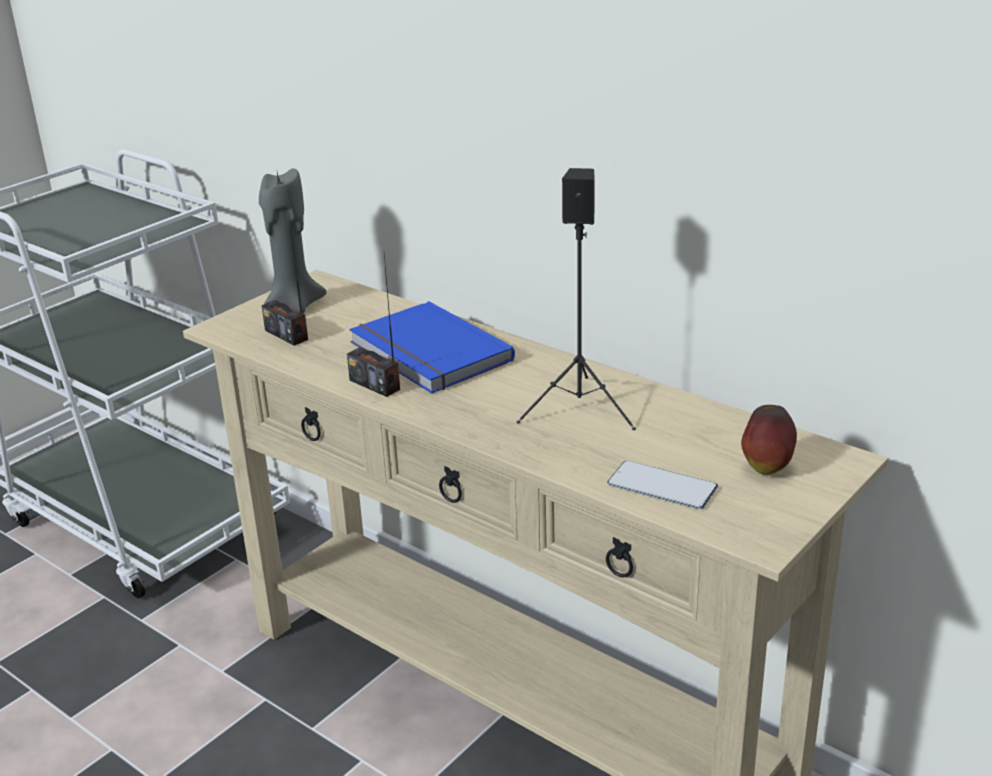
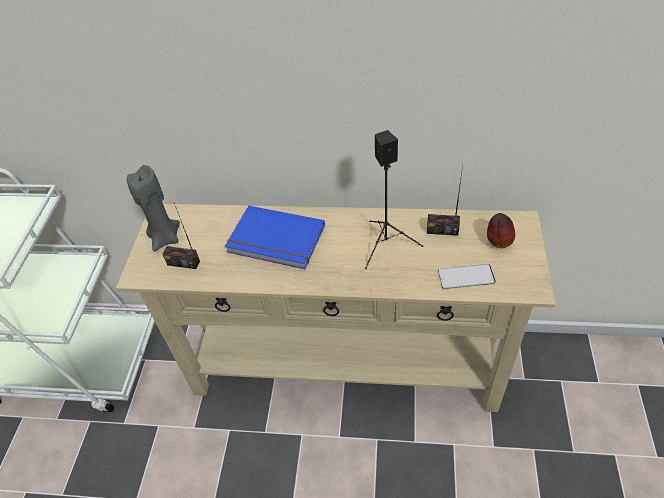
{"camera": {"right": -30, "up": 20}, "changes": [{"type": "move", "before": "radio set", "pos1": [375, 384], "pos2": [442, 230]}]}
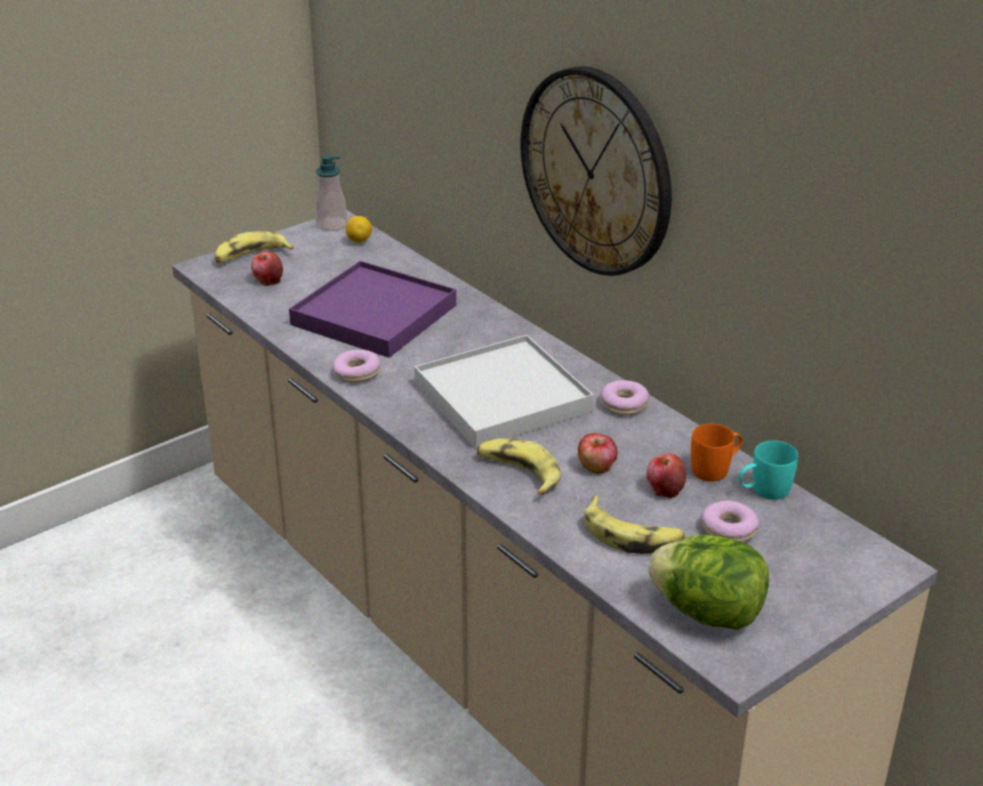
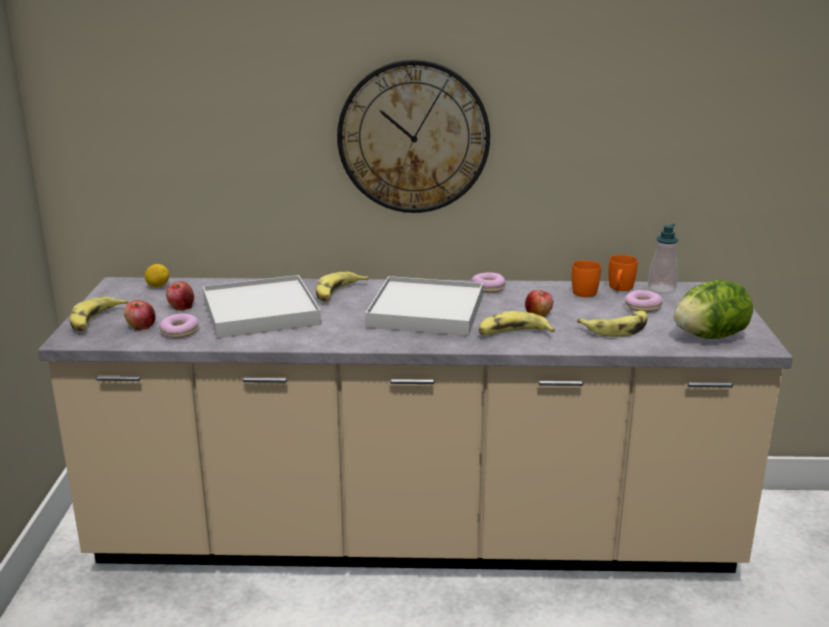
{"camera": {"right": -50, "up": -10}, "changes": [{"type": "recolor", "before": "serving tray (purplish)", "after": "serving tray (whitish)", "pos1": [374, 315], "pos2": [260, 312]}, {"type": "move", "before": "liquid soap bottle", "pos1": [331, 225], "pos2": [661, 288]}, {"type": "move", "before": "donut", "pos1": [357, 373], "pos2": [179, 332]}, {"type": "move", "before": "whole apple", "pos1": [664, 489], "pos2": [181, 306]}, {"type": "recolor", "before": "tea mug (turquoise-coloured)", "after": "tea mug (orange-coloured)", "pos1": [763, 491], "pos2": [620, 289]}, {"type": "insert", "after": "banana fruit", "pos2": [338, 293]}]}
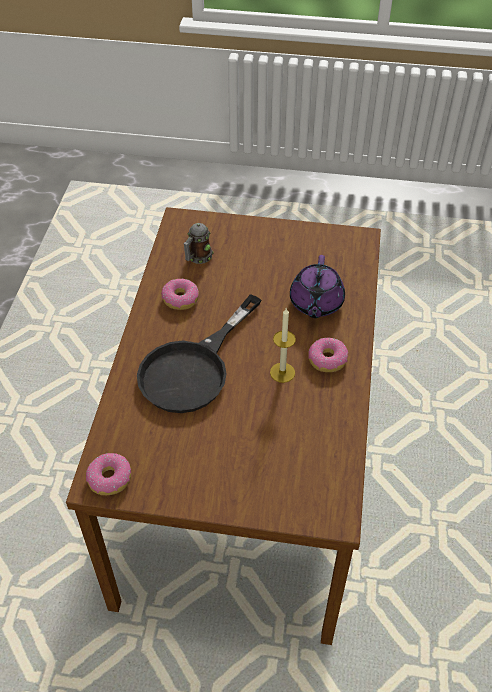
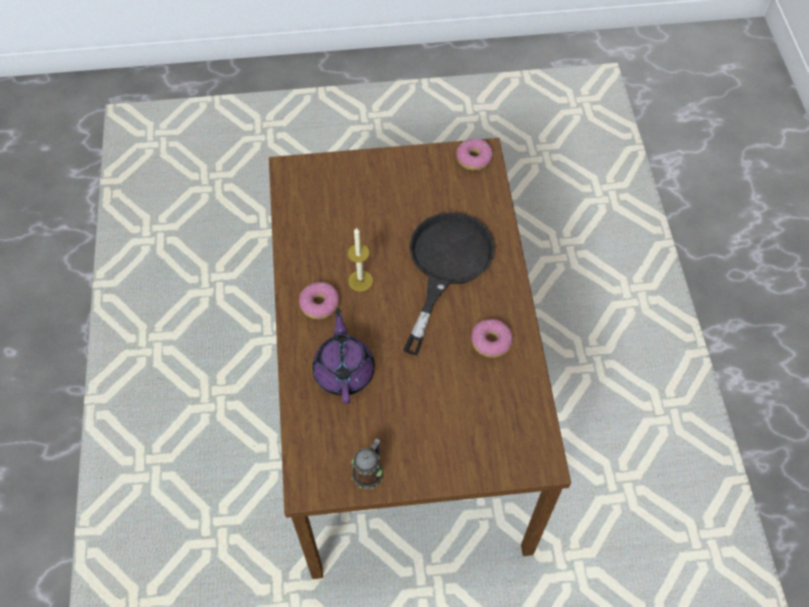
{"camera": {"right": 165, "up": 10}, "changes": [{"type": "move", "before": "tea mug", "pos1": [197, 257], "pos2": [369, 471]}]}
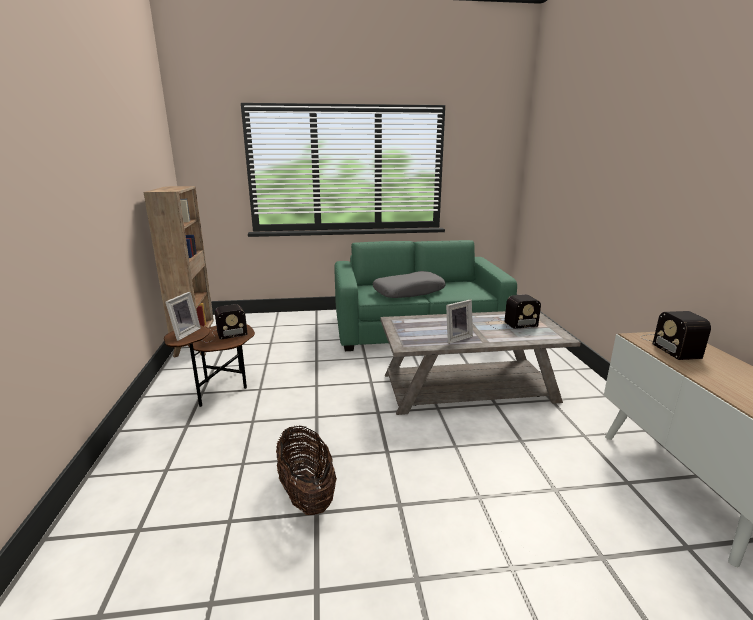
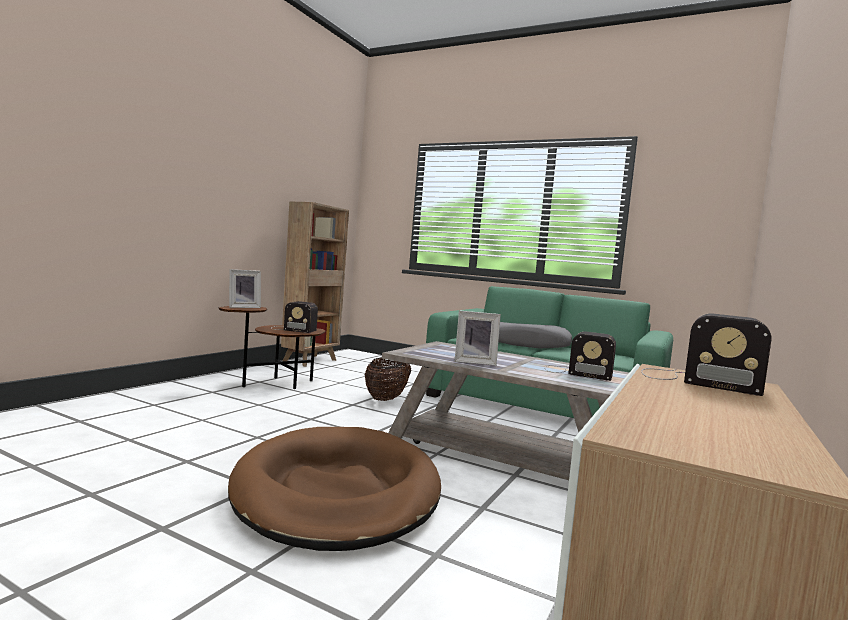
{"camera": {"right": 35, "up": -15}, "changes": [{"type": "move", "before": "household basket", "pos1": [307, 493], "pos2": [386, 398]}, {"type": "rotate", "before": "radio set", "pos1": [669, 345], "pos2": [694, 380], "turn": -90}, {"type": "insert", "after": "dog cushion (brown)", "pos2": [337, 492]}]}
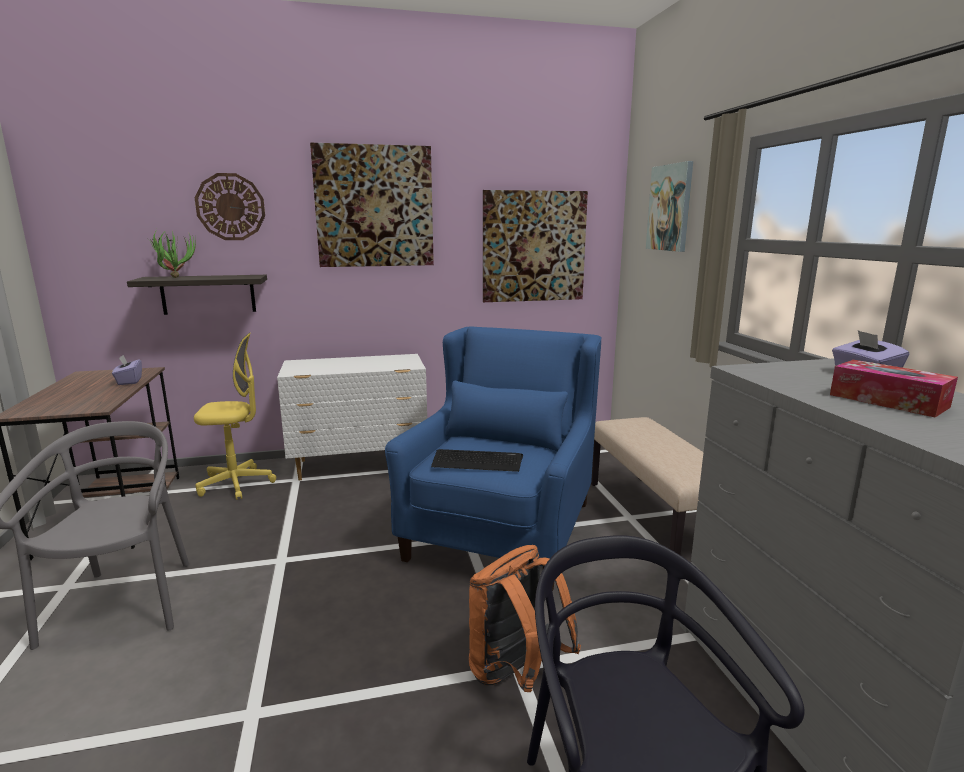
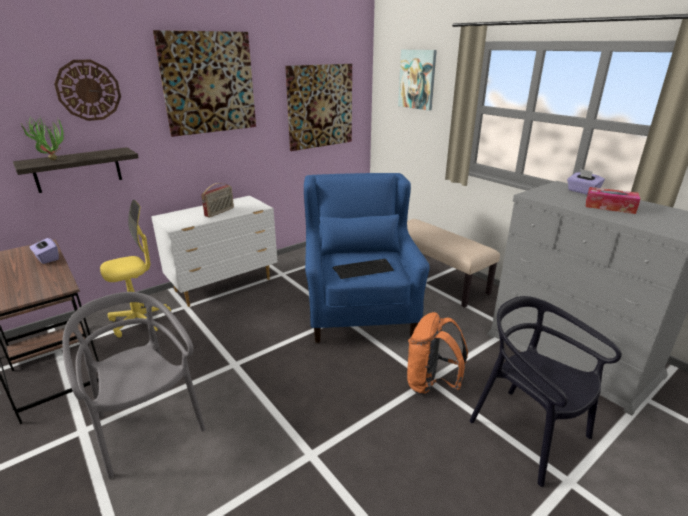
{"camera": {"right": -25, "up": 10}, "changes": [{"type": "insert", "after": "radio set", "pos2": [220, 212]}]}
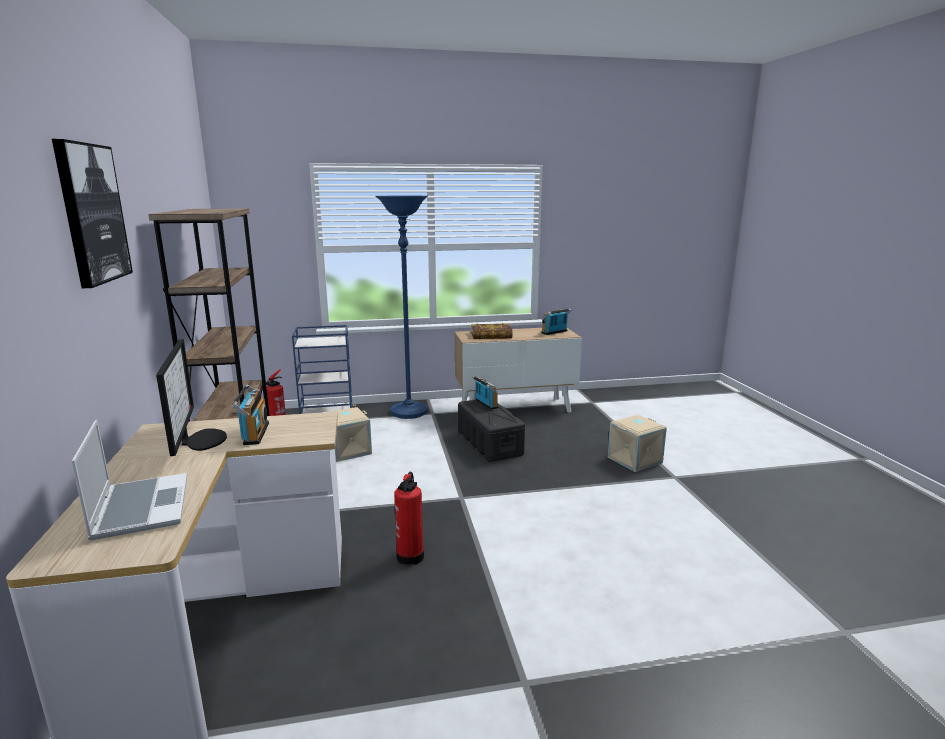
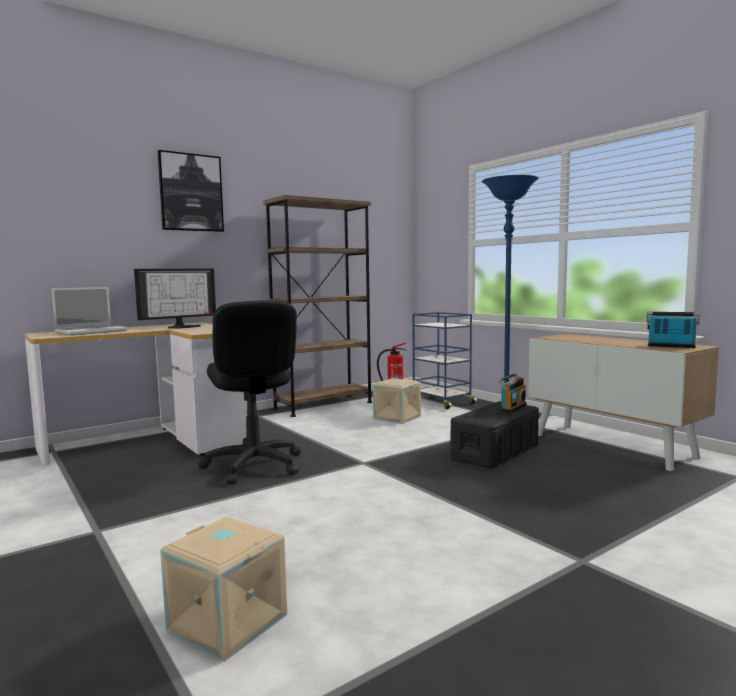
{"camera": {"right": 65, "up": -10}, "changes": [{"type": "delete", "before": "radio set", "pos1": [253, 434]}, {"type": "replace", "before": "fire-fighting cylinder", "after": "computer chair (black-coloured)", "pos1": [411, 555], "pos2": [254, 466]}, {"type": "delete", "before": "book", "pos1": [491, 335]}, {"type": "move", "before": "storage container (beige)", "pos1": [635, 460], "pos2": [225, 623]}]}
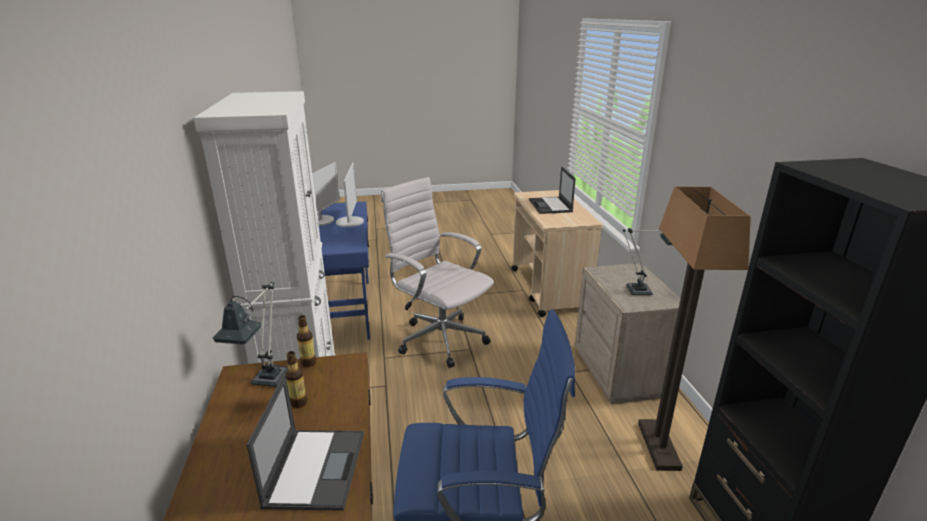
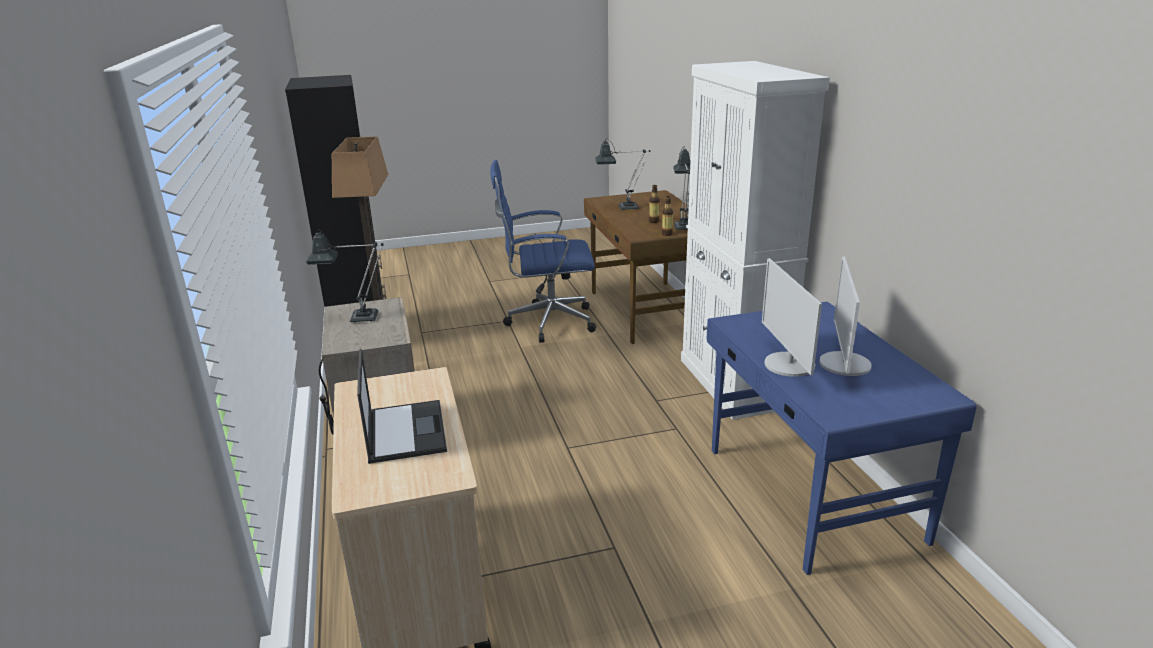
{"camera": {"right": 175, "up": 0}, "changes": [{"type": "replace", "before": "notebook computer", "after": "tabletop lamp", "pos1": [315, 467], "pos2": [622, 208]}, {"type": "delete", "before": "computer chair (whitish)", "pos1": [439, 338]}]}
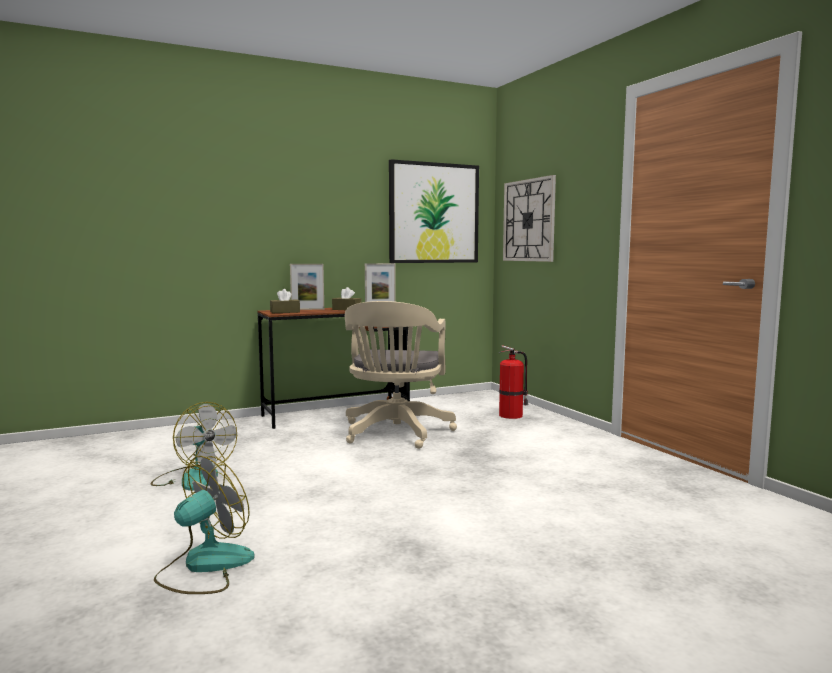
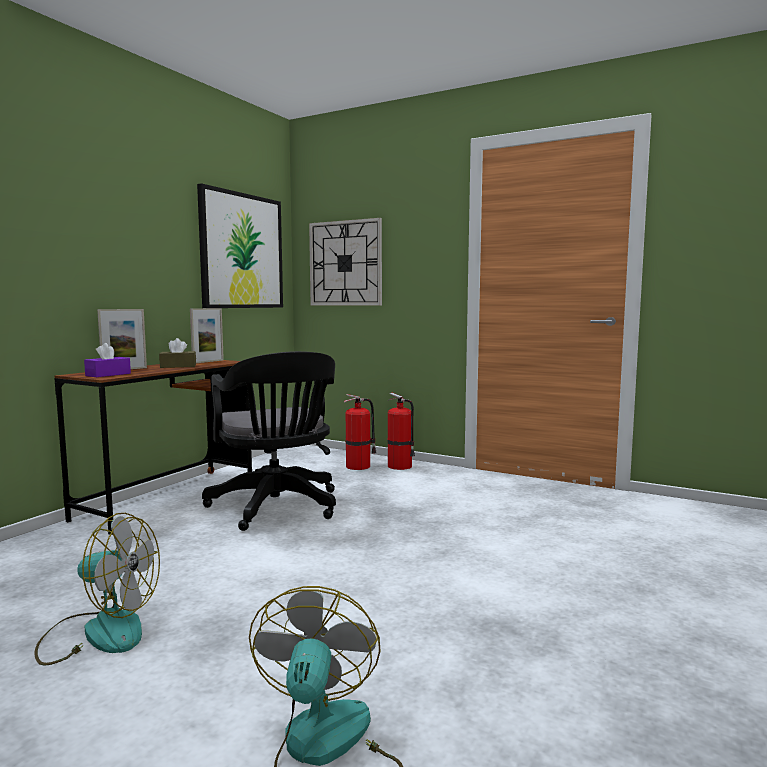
{"camera": {"right": -35, "up": 0}, "changes": [{"type": "recolor", "before": "tissue holder (brown)", "after": "tissue holder (purplish)", "pos1": [285, 312], "pos2": [108, 374]}, {"type": "recolor", "before": "computer chair (beige)", "after": "computer chair (black-coloured)", "pos1": [395, 434], "pos2": [277, 508]}, {"type": "insert", "after": "fire-fighting cylinder", "pos2": [401, 466]}]}
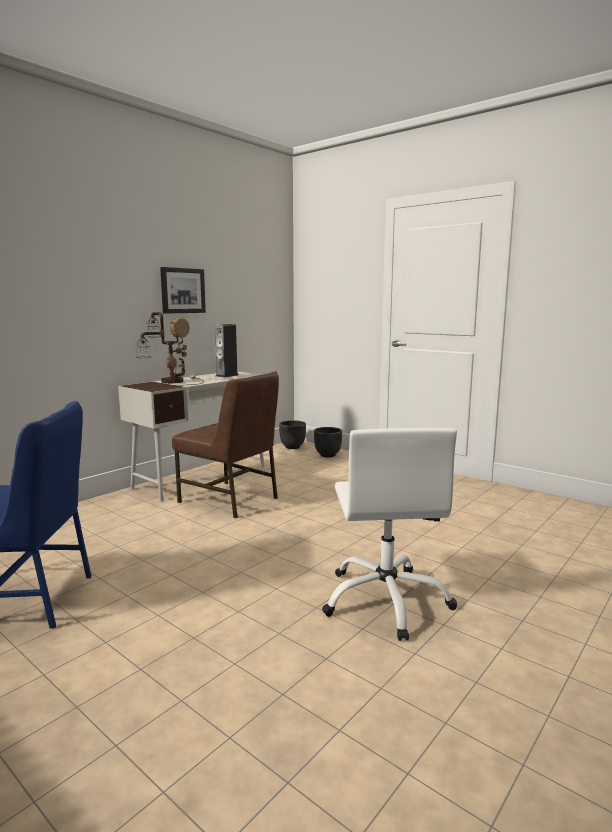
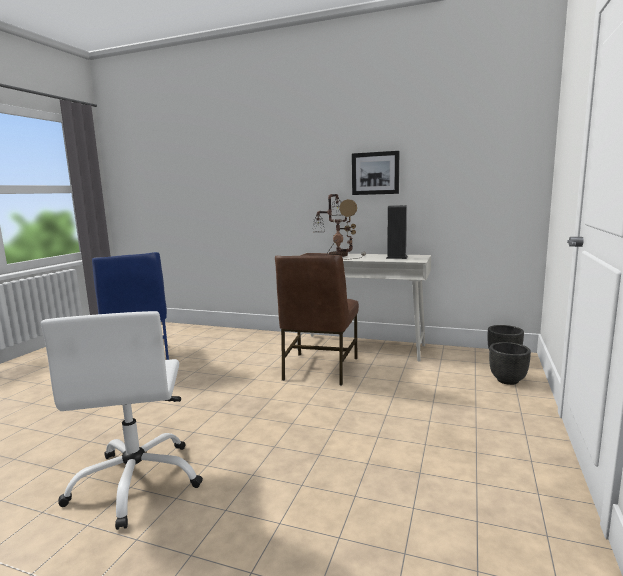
{"camera": {"right": 70, "up": 0}, "changes": [{"type": "rotate", "before": "computer chair (whitish)", "pos1": [386, 600], "pos2": [137, 482], "turn": -75}]}
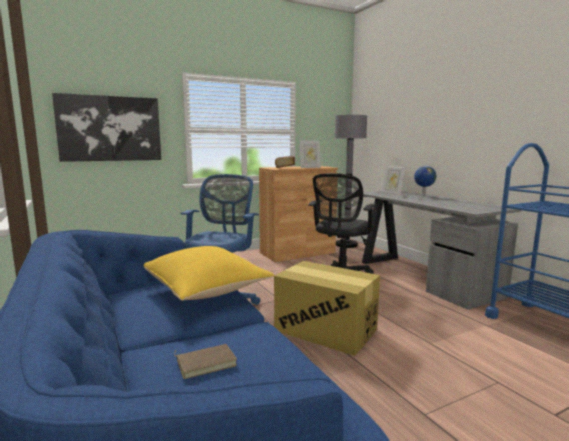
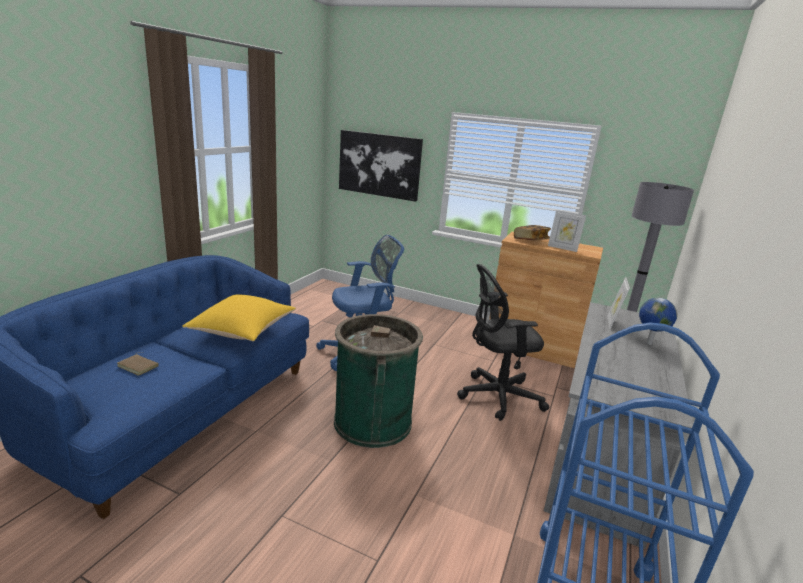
{"camera": {"right": 50, "up": 10}, "changes": [{"type": "replace", "before": "cardboard box", "after": "trash can (green-coloured)", "pos1": [325, 330], "pos2": [373, 421]}]}
